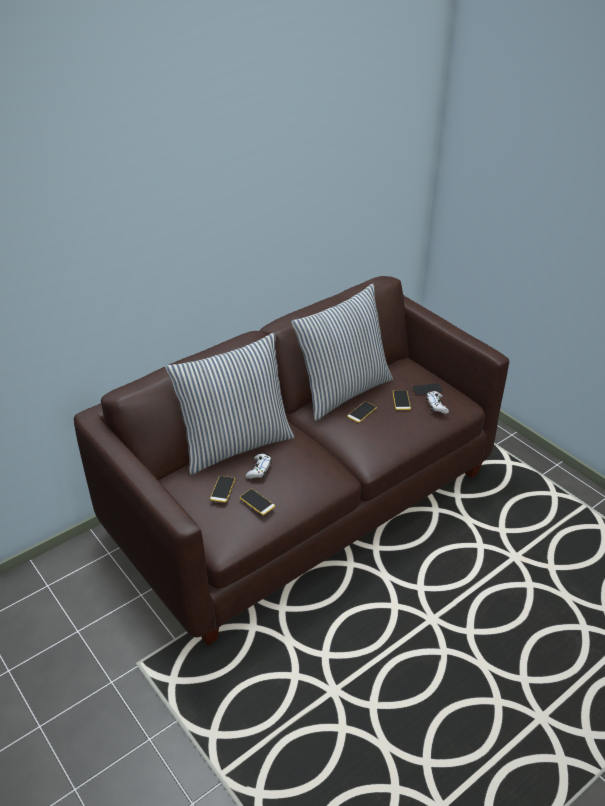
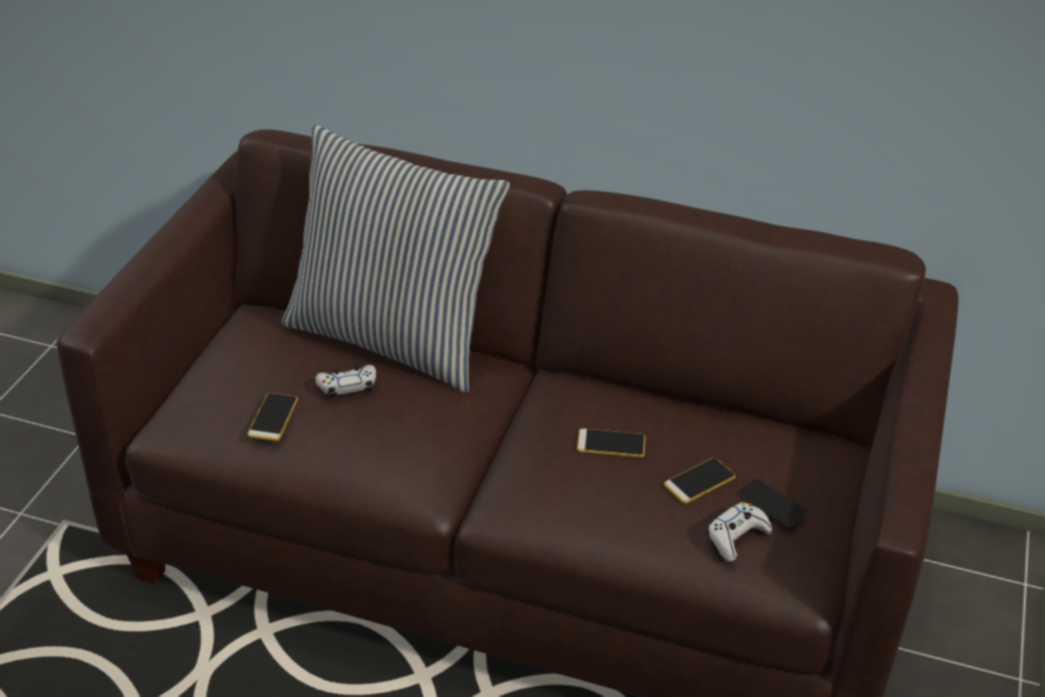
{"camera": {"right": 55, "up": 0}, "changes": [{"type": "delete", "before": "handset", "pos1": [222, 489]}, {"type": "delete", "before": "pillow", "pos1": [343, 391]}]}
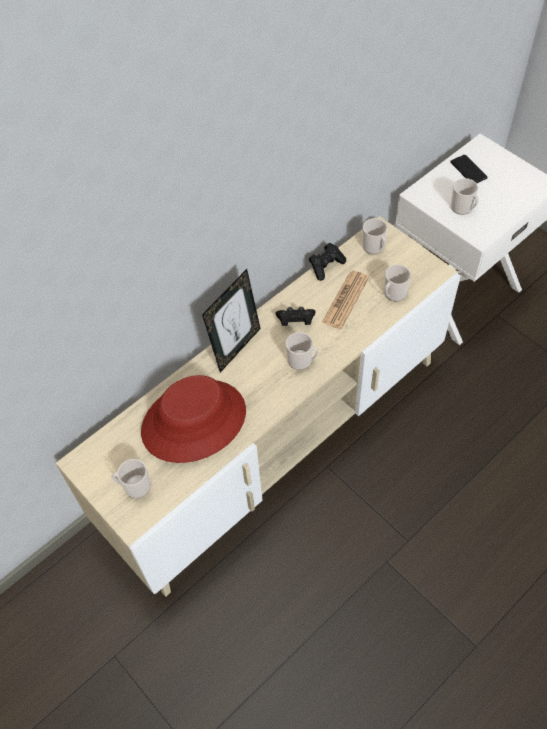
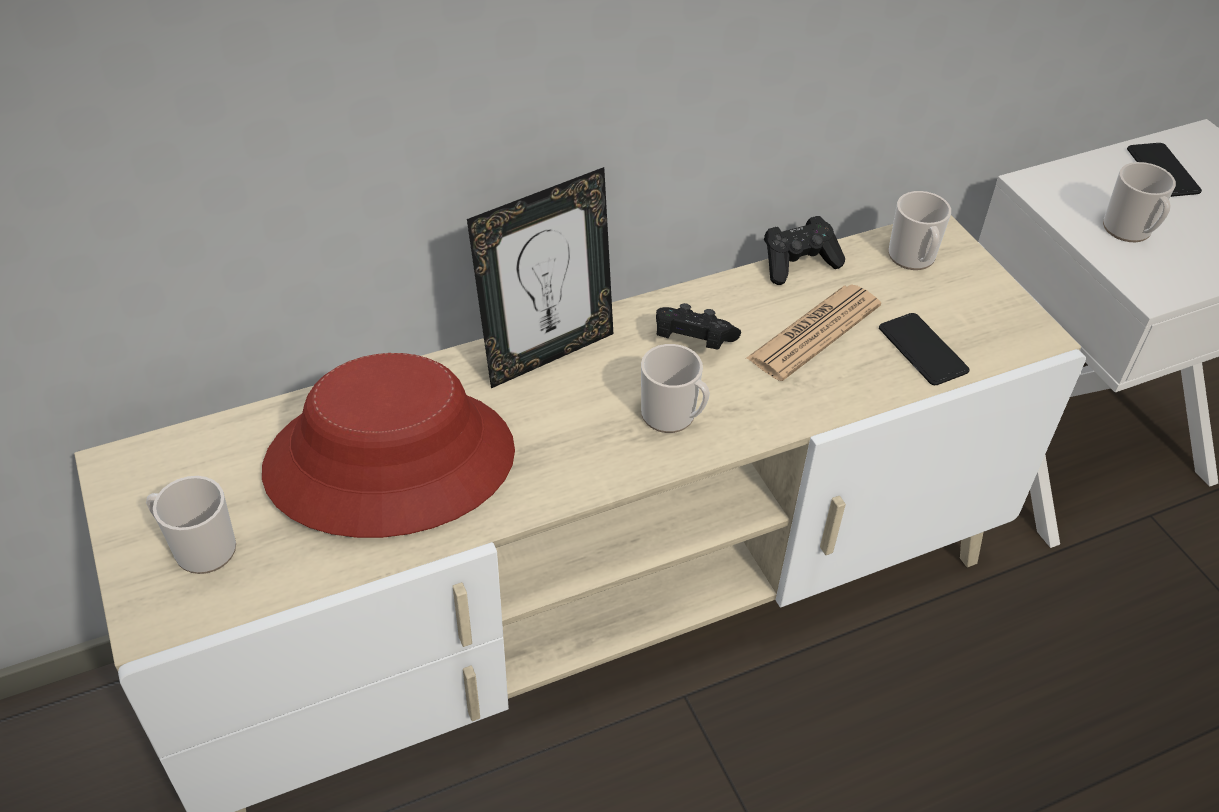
{"camera": {"right": 15, "up": -10}, "changes": [{"type": "replace", "before": "tea mug", "after": "handset", "pos1": [393, 294], "pos2": [922, 350]}]}
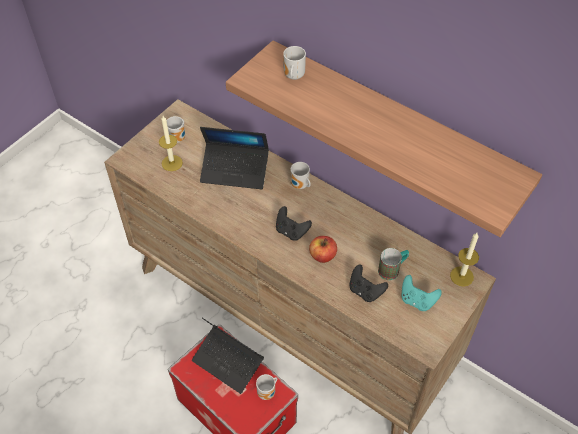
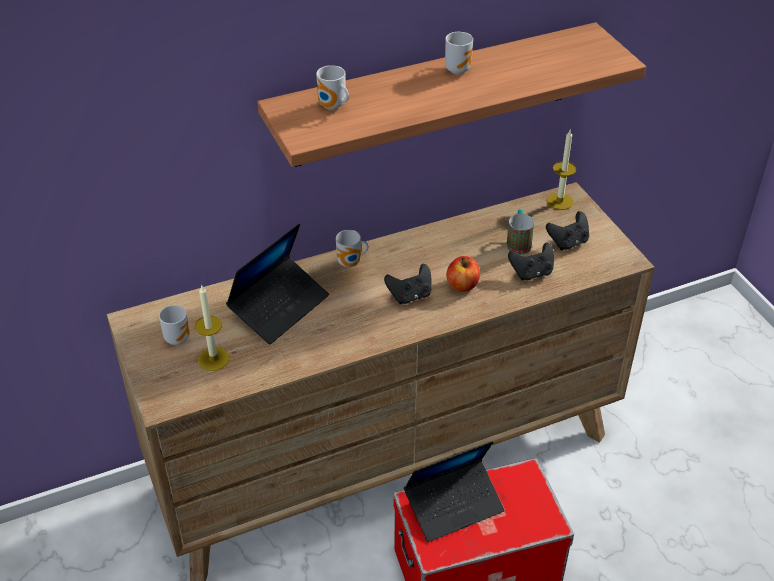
{"camera": {"right": -60, "up": -10}, "changes": [{"type": "move", "before": "tea mug", "pos1": [268, 393], "pos2": [458, 69]}, {"type": "recolor", "before": "gamepad (turquoise-coloured)", "after": "gamepad (black-coloured)", "pos1": [417, 300], "pos2": [568, 242]}]}
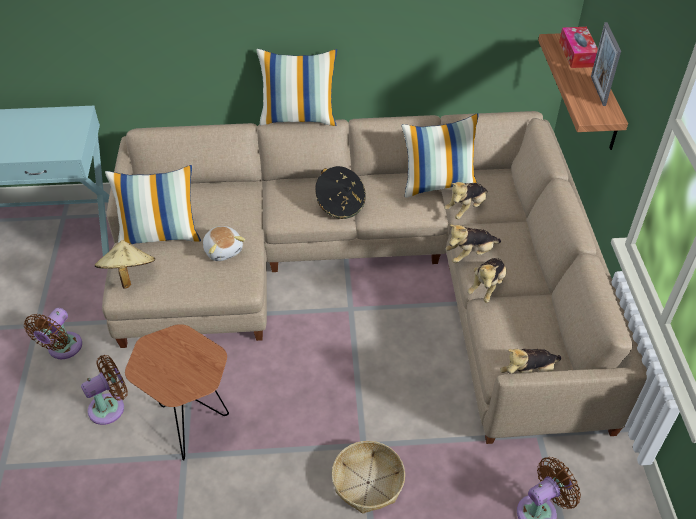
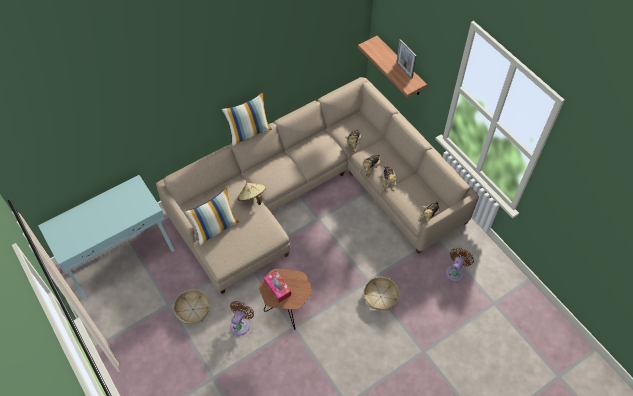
{"camera": {"right": -30, "up": 10}, "changes": [{"type": "replace", "before": "fan (brown)", "after": "household basket", "pos1": [62, 349], "pos2": [193, 309]}, {"type": "move", "before": "hat (beige)", "pos1": [128, 275], "pos2": [252, 198]}, {"type": "delete", "before": "plush toy", "pos1": [223, 250]}, {"type": "delete", "before": "hat (black-coloured)", "pos1": [340, 205]}, {"type": "delete", "before": "pillow", "pos1": [438, 184]}, {"type": "move", "before": "tissue holder", "pos1": [577, 54], "pos2": [277, 288]}]}
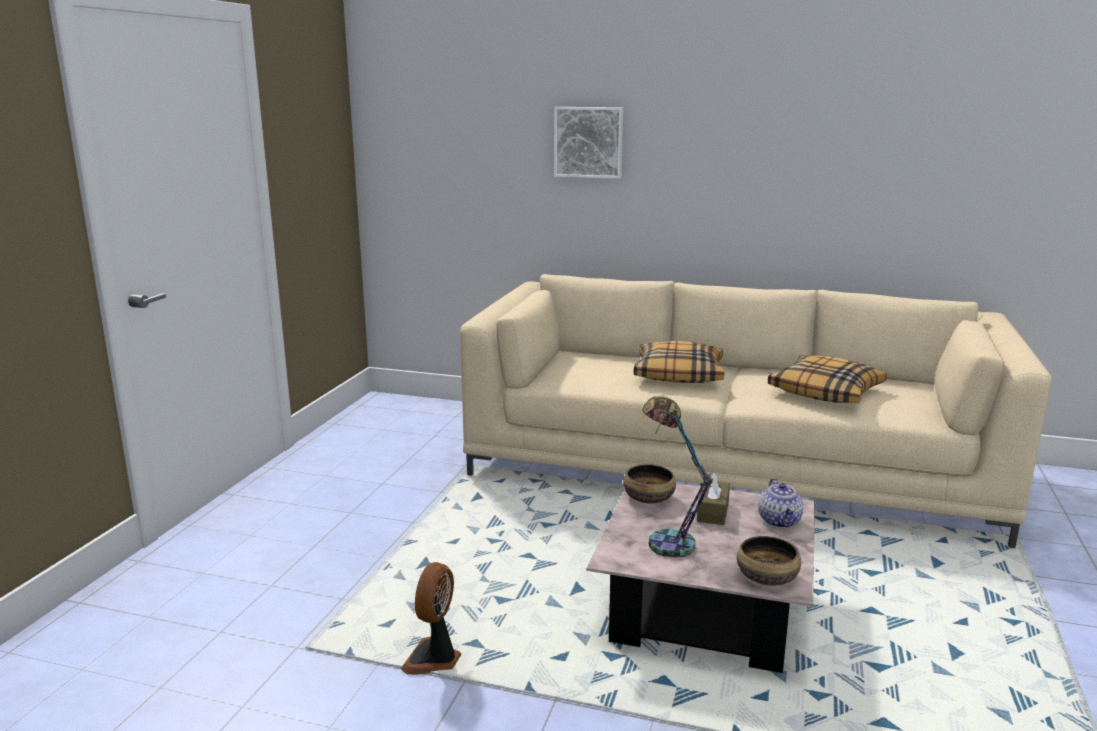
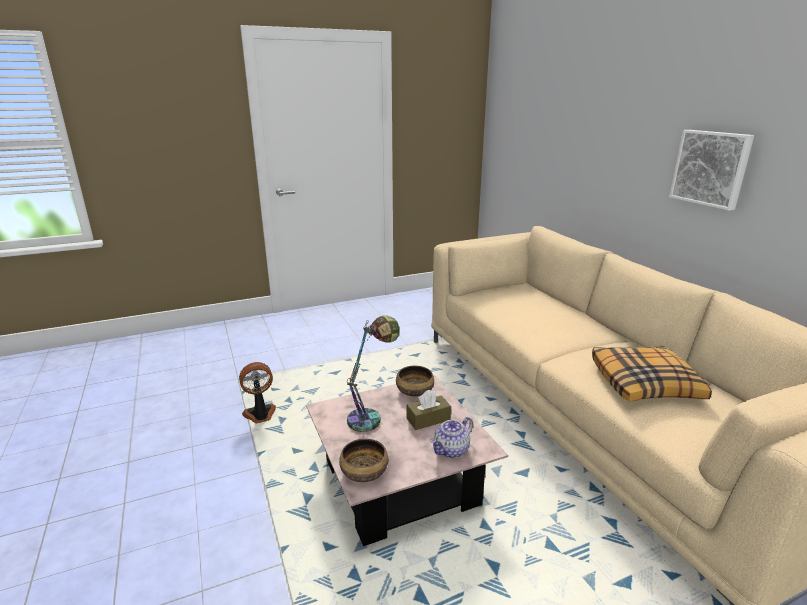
{"camera": {"right": 50, "up": 5}, "changes": [{"type": "move", "before": "picture", "pos1": [589, 142], "pos2": [711, 168]}, {"type": "delete", "before": "pillow", "pos1": [679, 374]}]}
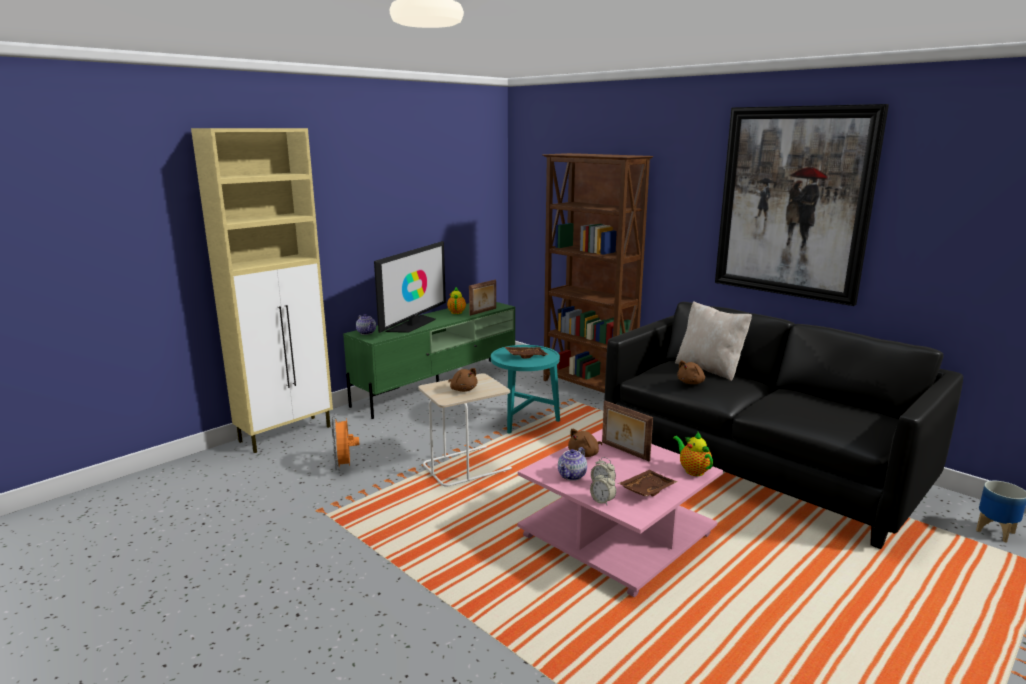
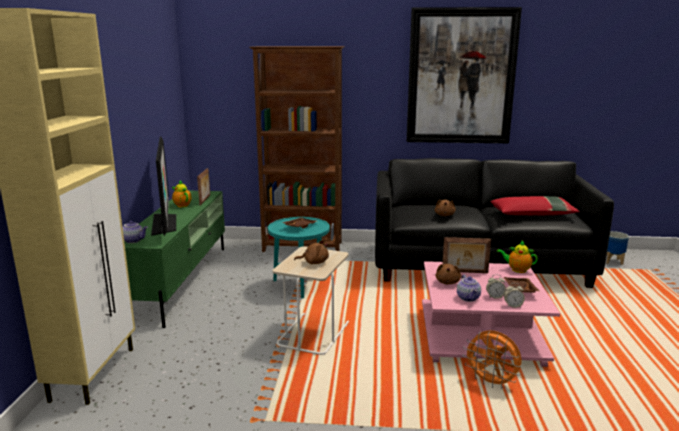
{"camera": {"right": -40, "up": 0}, "changes": [{"type": "move", "before": "fan (orange-coloured)", "pos1": [345, 467], "pos2": [491, 382]}, {"type": "delete", "before": "pillow (beige)", "pos1": [709, 369]}, {"type": "insert", "after": "pillow (red-coloured)", "pos2": [533, 214]}]}
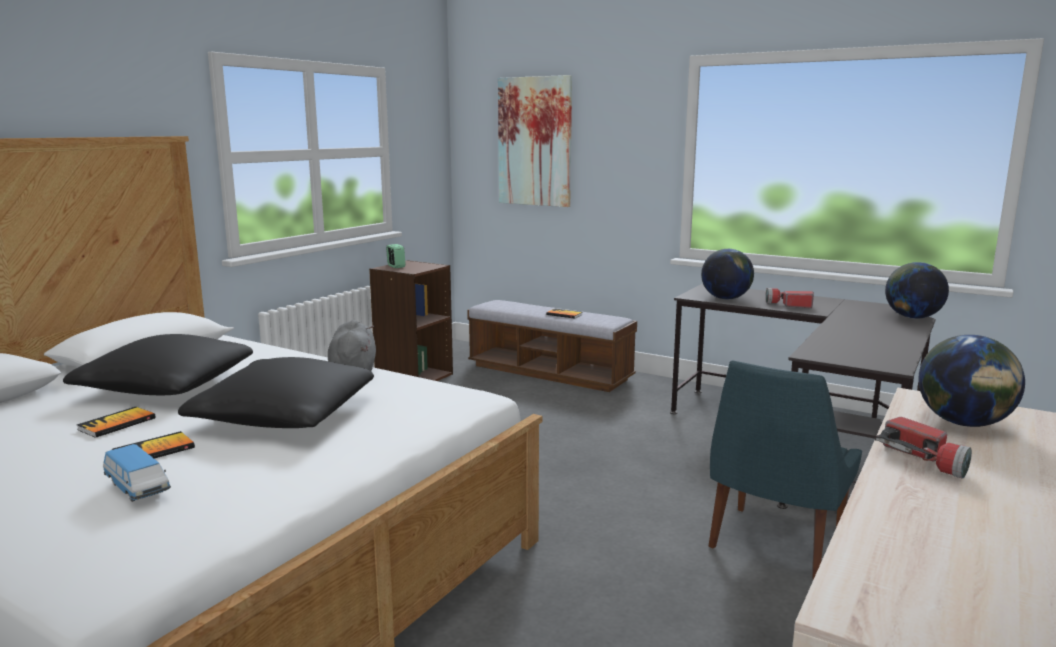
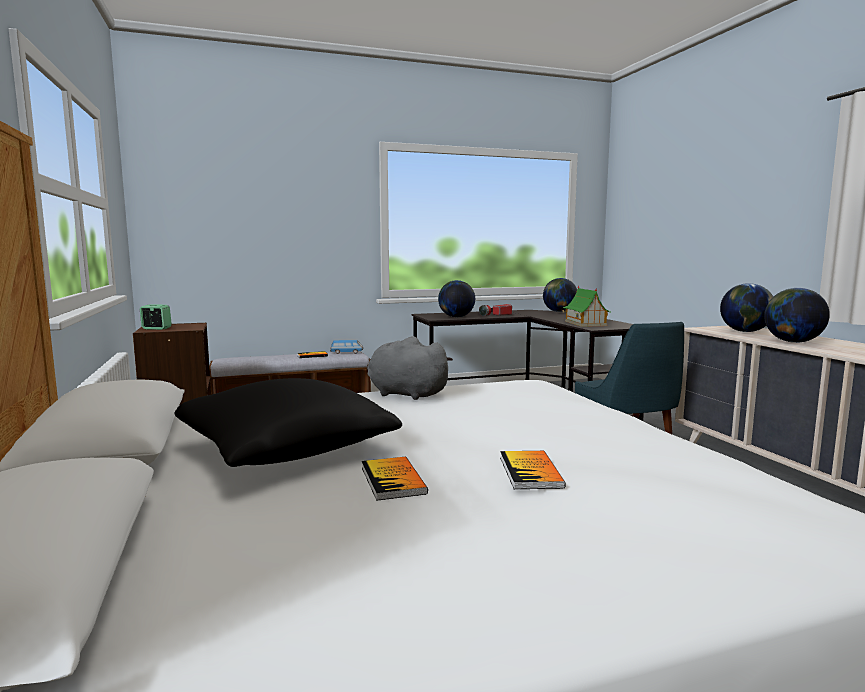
{"camera": {"right": -50, "up": -5}, "changes": [{"type": "move", "before": "toy car", "pos1": [137, 488], "pos2": [346, 352]}, {"type": "delete", "before": "pillow (black-coloured)", "pos1": [285, 417]}, {"type": "delete", "before": "picture", "pos1": [535, 142]}, {"type": "replace", "before": "hand torch", "after": "world globe", "pos1": [924, 461], "pos2": [792, 342]}, {"type": "insert", "after": "model house", "pos2": [585, 323]}]}
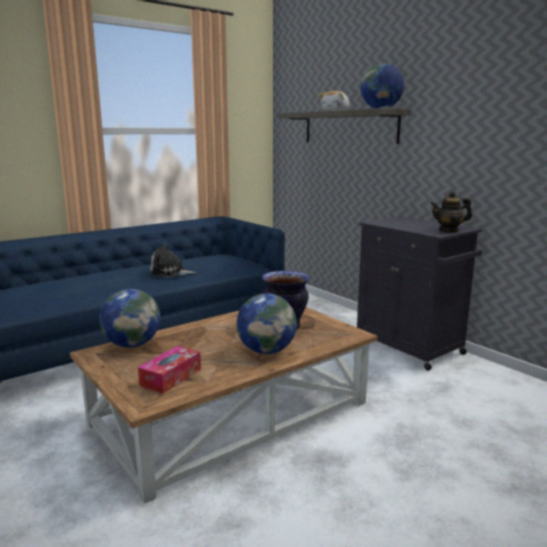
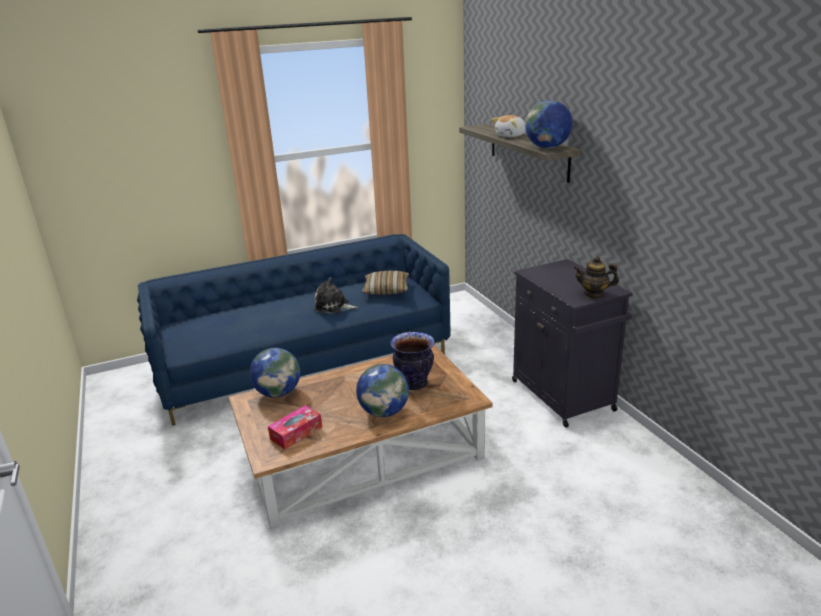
{"camera": {"right": 15, "up": 10}, "changes": [{"type": "insert", "after": "pillow", "pos2": [386, 289]}]}
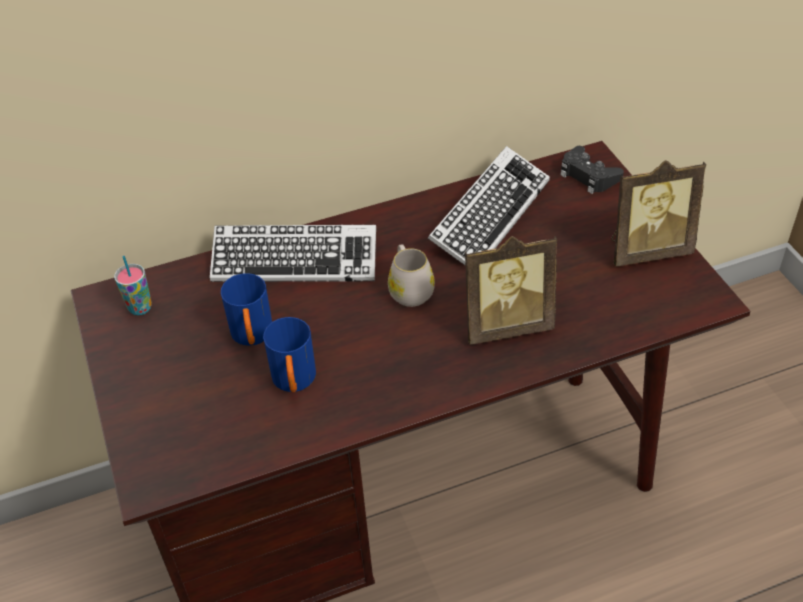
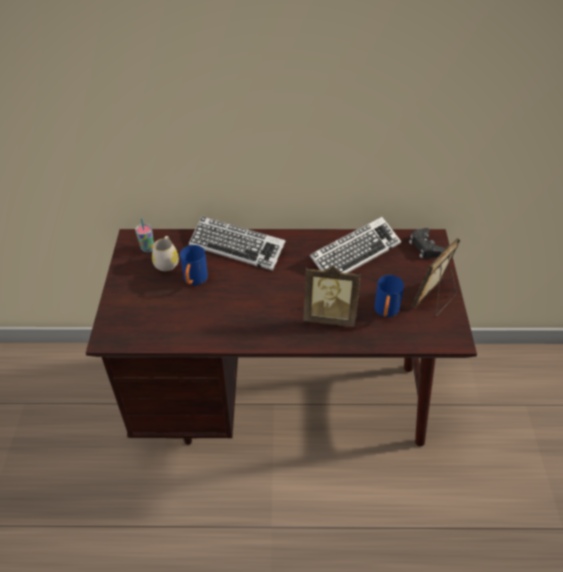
{"camera": {"right": 20, "up": 0}, "changes": [{"type": "move", "before": "tea mug (blue-coloured)", "pos1": [294, 383], "pos2": [386, 312]}, {"type": "move", "before": "tea mug (whitish)", "pos1": [409, 289], "pos2": [167, 262]}, {"type": "rotate", "before": "standing frame", "pos1": [647, 250], "pos2": [435, 300], "turn": 120}]}
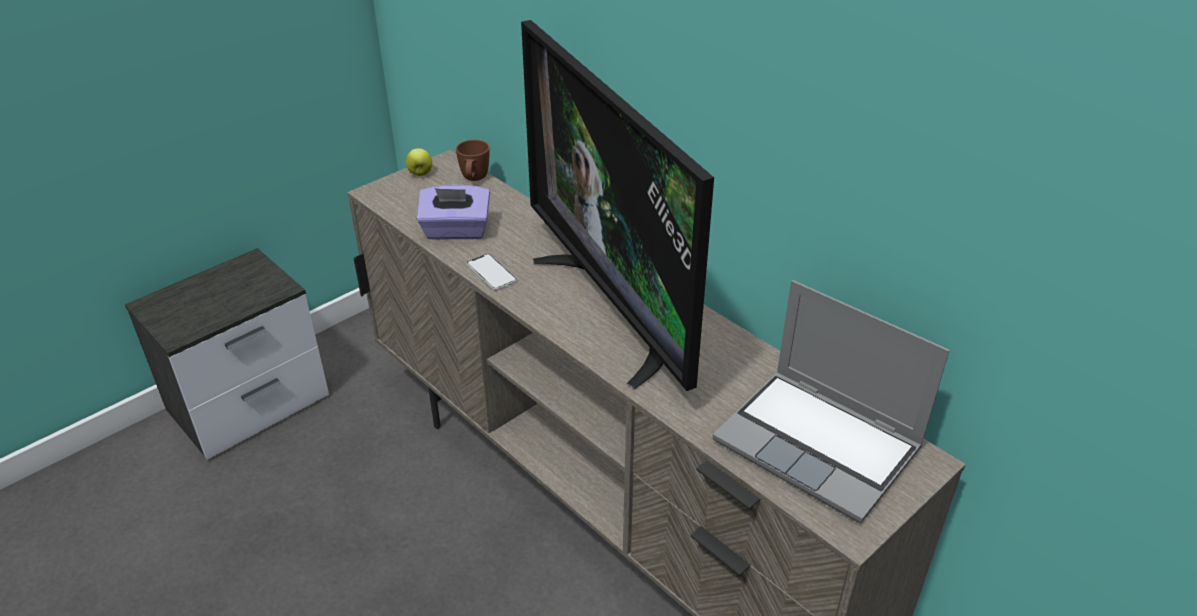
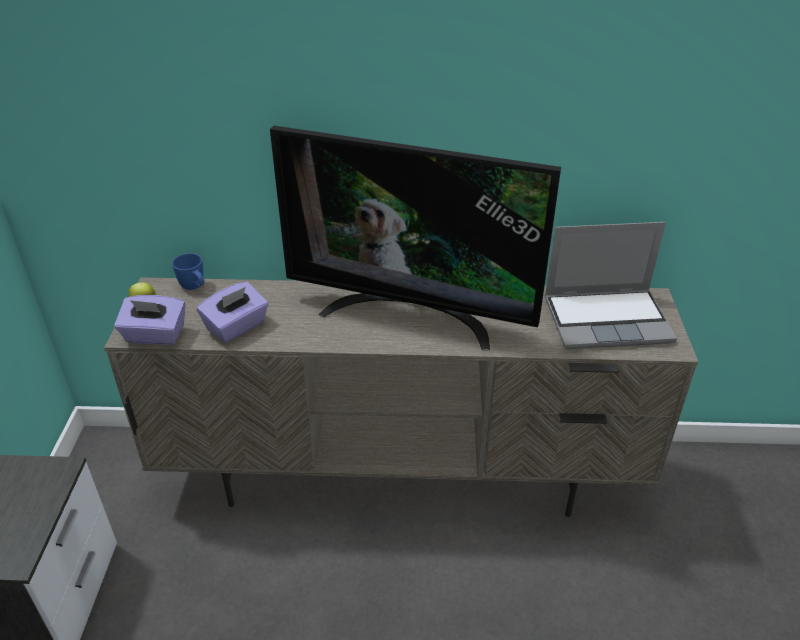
{"camera": {"right": -45, "up": 0}, "changes": [{"type": "recolor", "before": "tea mug (brown)", "after": "tea mug (blue-coloured)", "pos1": [474, 180], "pos2": [195, 288]}, {"type": "delete", "before": "handset", "pos1": [491, 273]}, {"type": "insert", "after": "tissue holder (purplish)", "pos2": [155, 335]}]}
